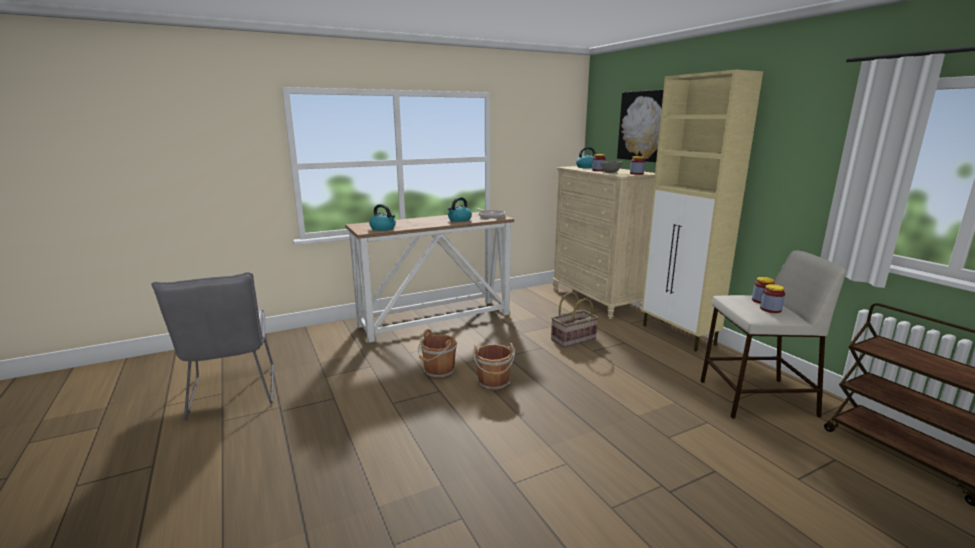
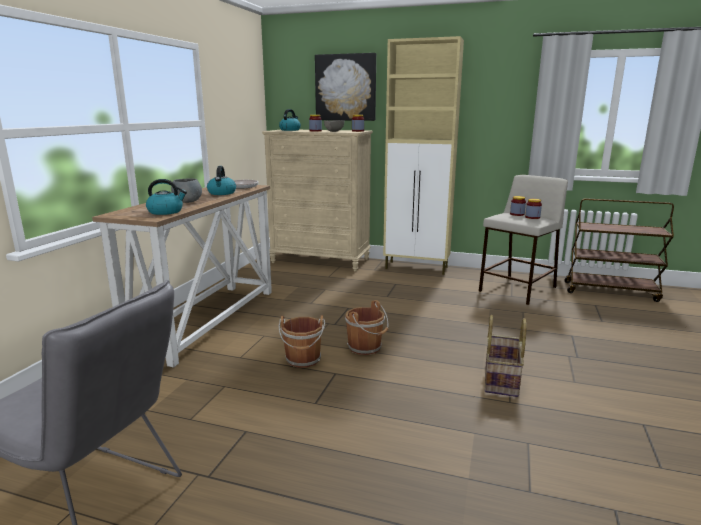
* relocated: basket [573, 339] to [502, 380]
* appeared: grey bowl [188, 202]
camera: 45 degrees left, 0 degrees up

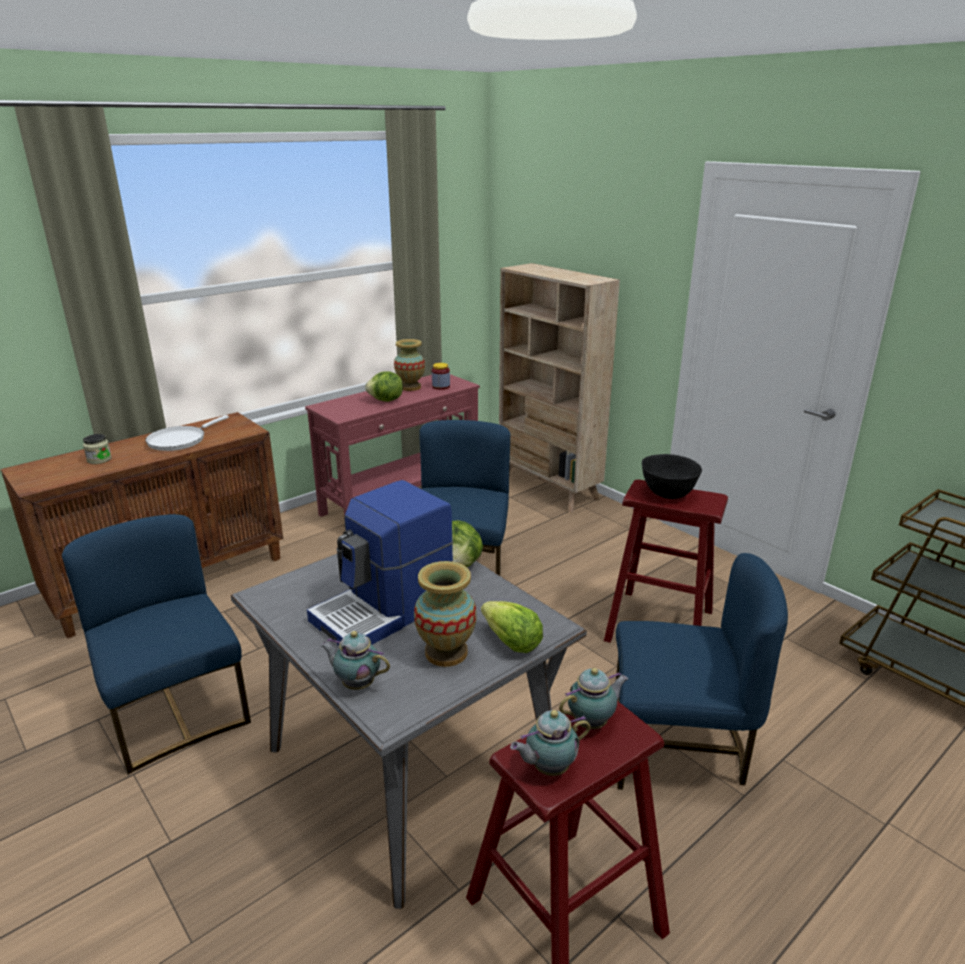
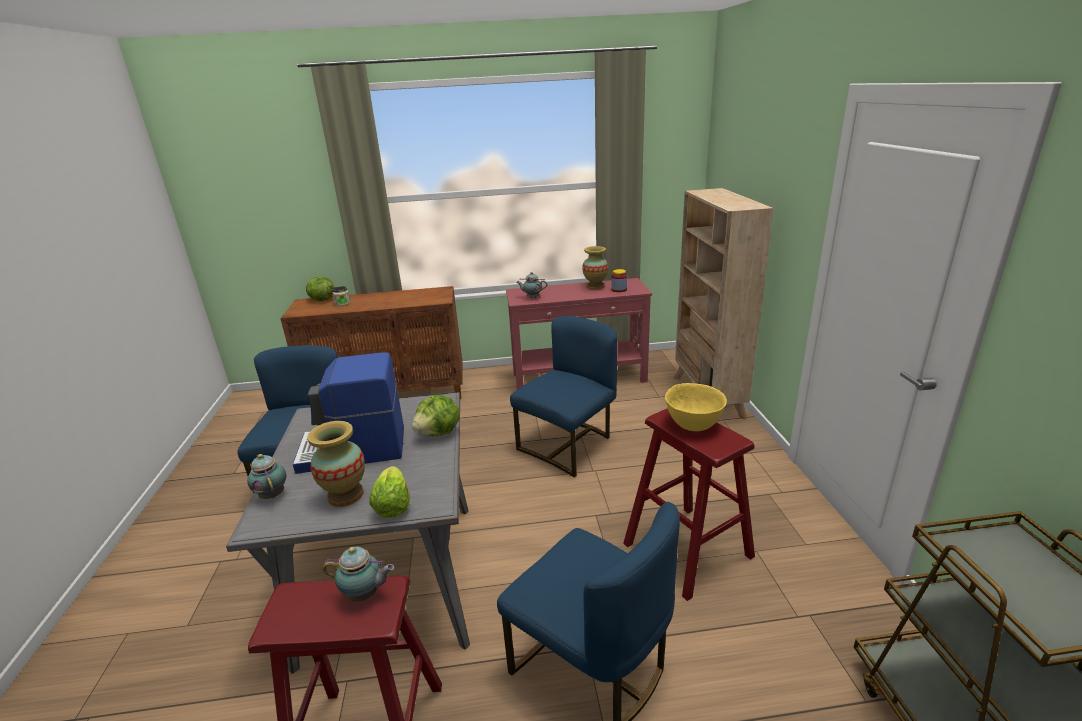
* missing: white frying pan [180, 440]
* relocated: lettuce [386, 400] to [321, 300]
* relocated: teapot [548, 768] to [532, 297]
* colour: black bowl [667, 493] to yellow bowl [693, 424]
camera: 35 degrees right, 0 degrees up

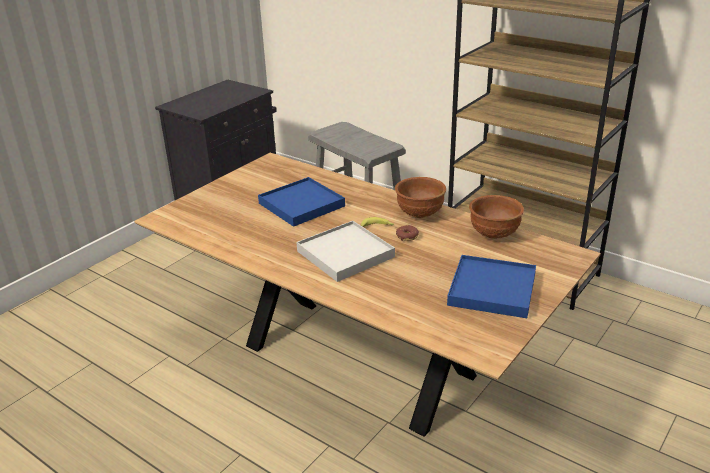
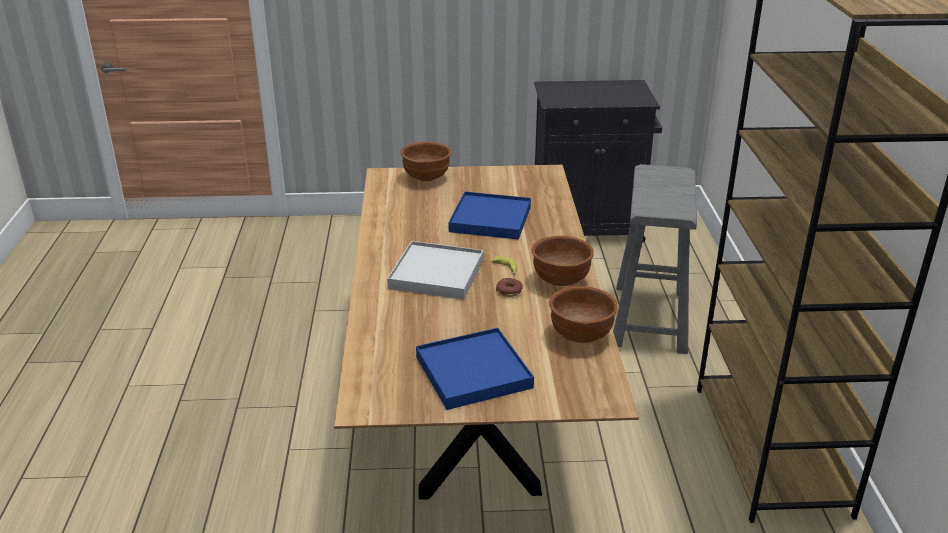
* appeared: brown bowl [427, 178]
camera: 50 degrees right, 0 degrees up

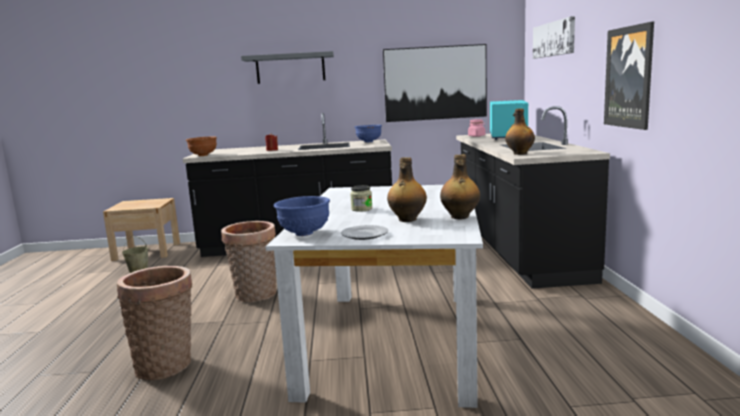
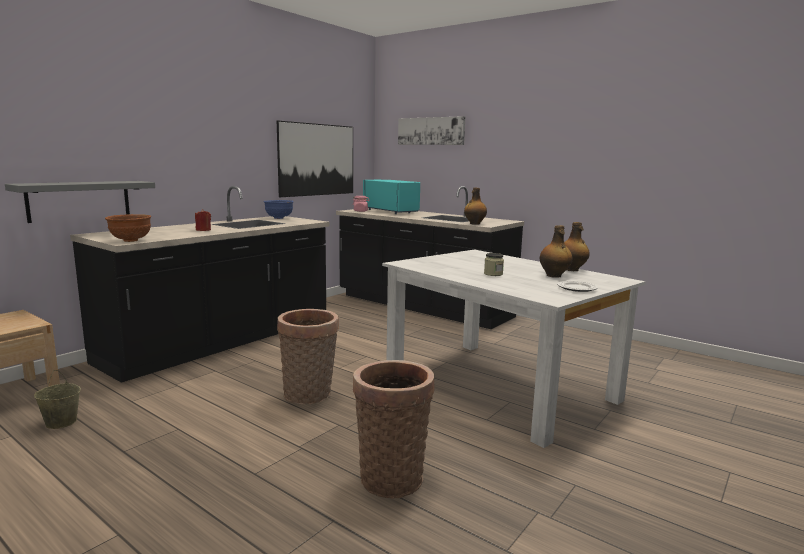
* relocated: grey shelf [290, 68] to [79, 200]
* missing: blue bowl [304, 233]
* missing: picture [629, 77]
camera: 50 degrees left, 0 degrees up

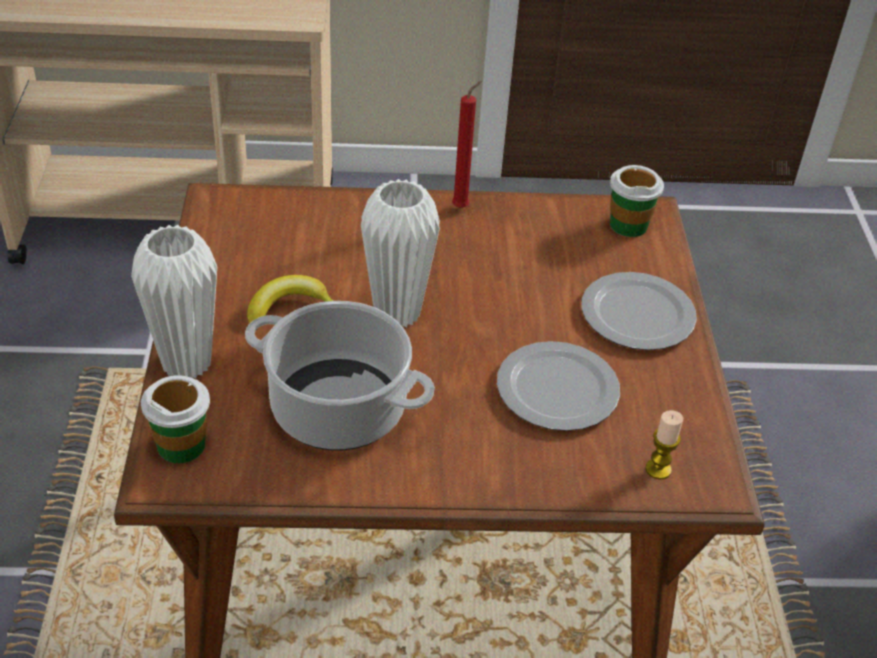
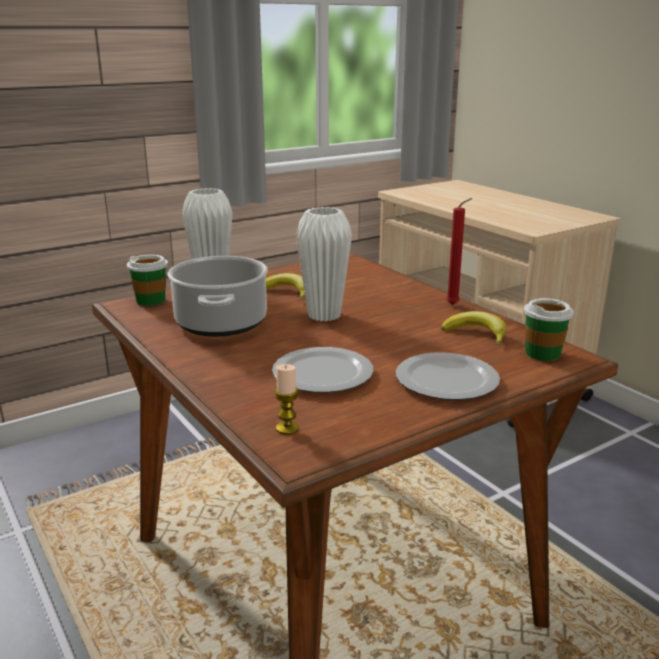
* appeared: banana [476, 334]
camera: 60 degrees right, 20 degrees down

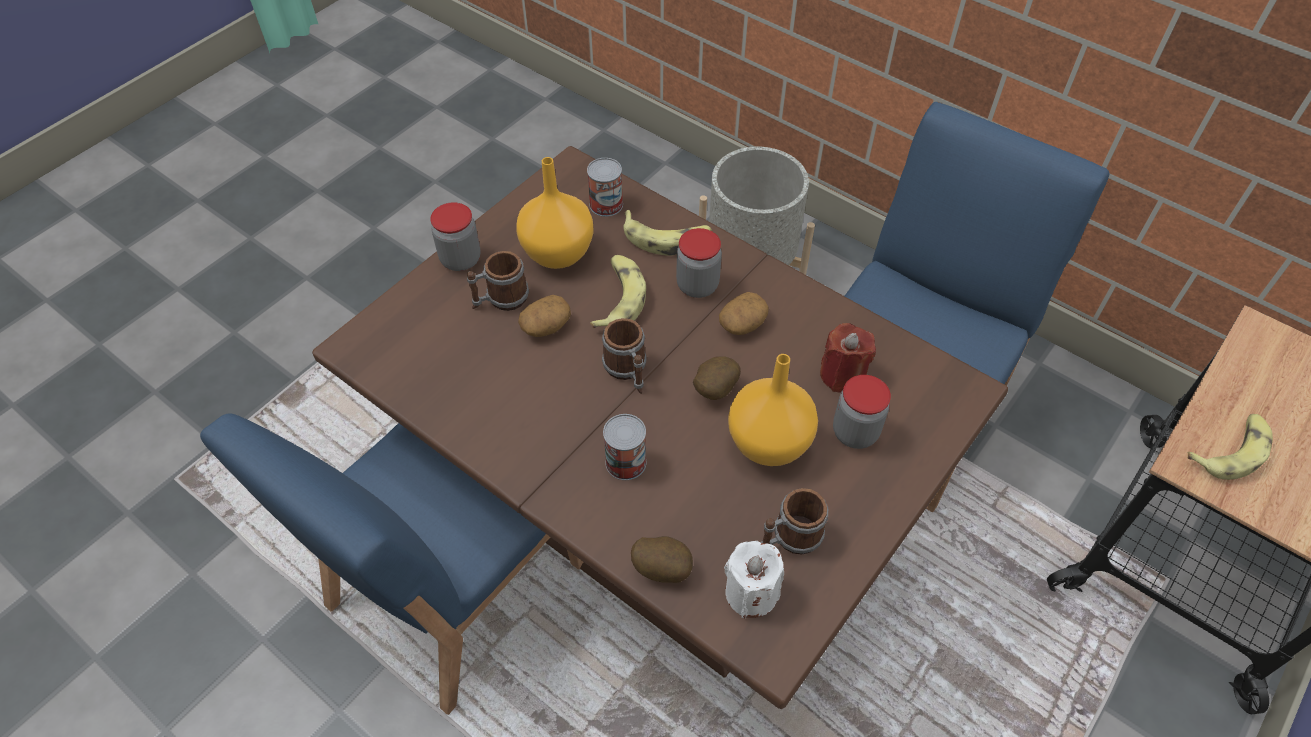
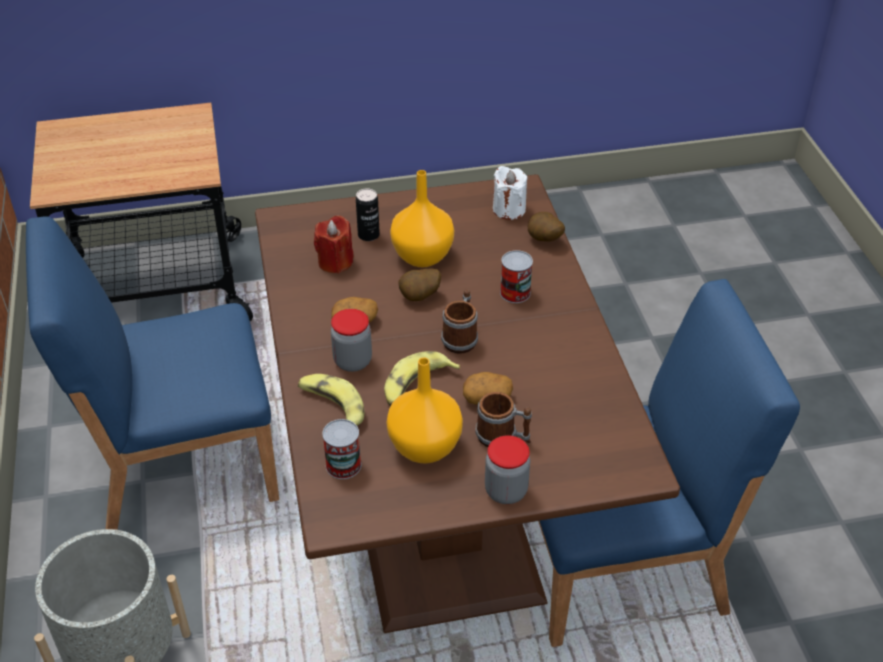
* missing: mug [789, 539]
* exchanged: jar [855, 432] to can [368, 235]
* missing: banana [1230, 451]
camera: 140 degrees left, 10 degrees down

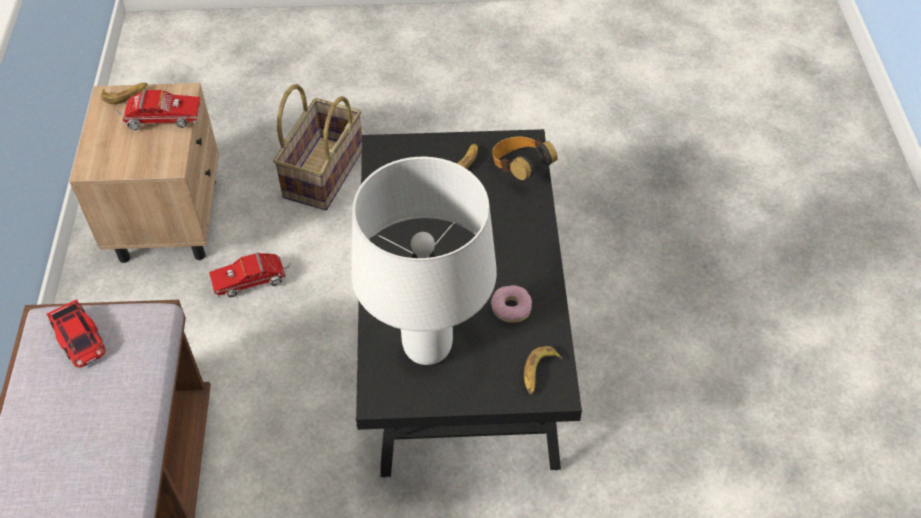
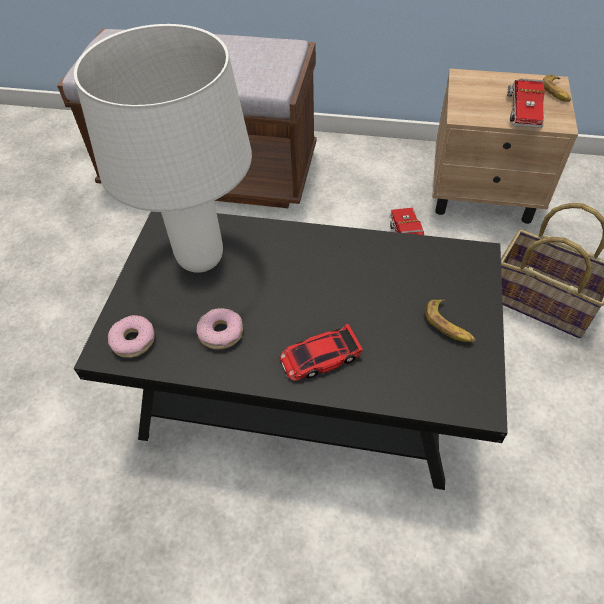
* relocated: toy car [79, 338] to [320, 357]
* missing: headphones [520, 168]
* exchanged: banana [539, 373] to donut [133, 340]
camera: 105 degrees right, 0 degrees up

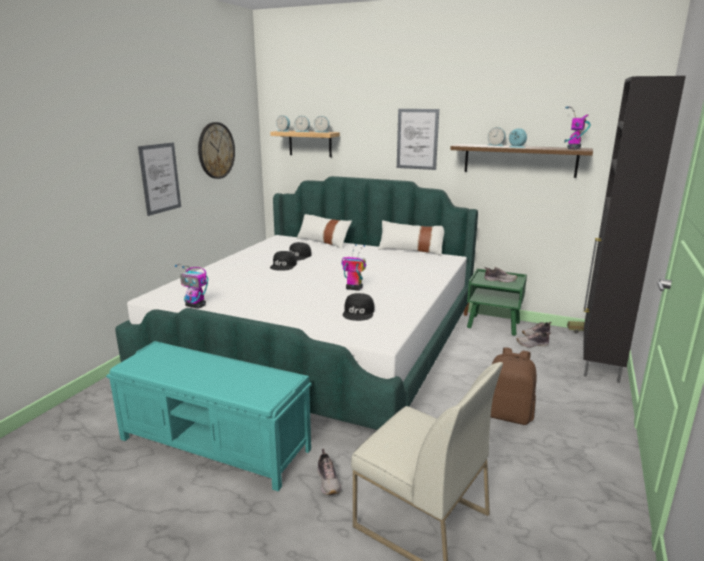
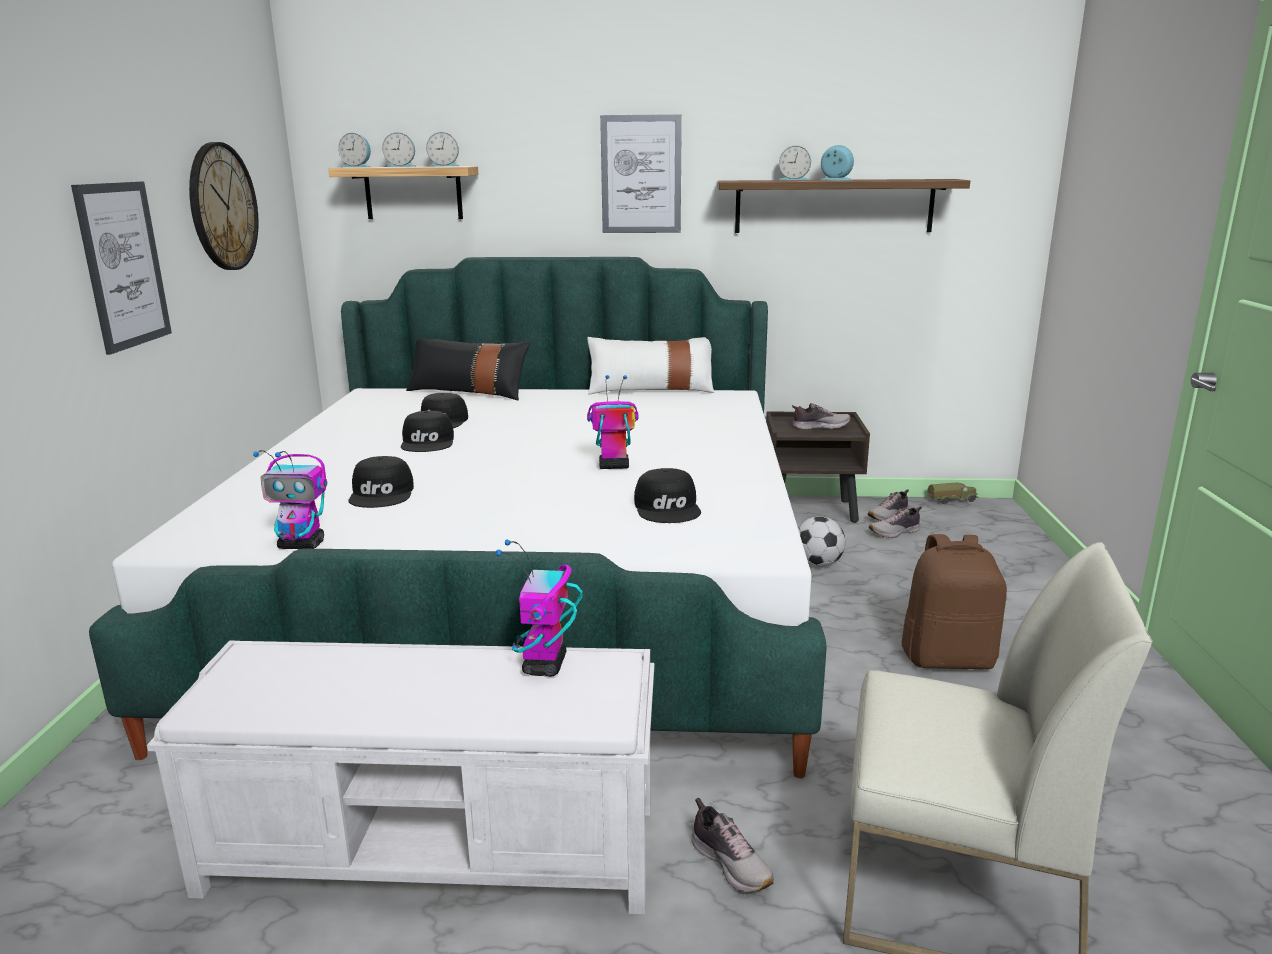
* colour: turquoise bench [215, 444] to white bench [437, 849]
* colour: white pillow [323, 242] to black pillow [468, 392]
* colour: green nightstand [494, 325] to brown nightstand [811, 510]
* relocated: toy robot [573, 148] to [544, 666]
* missing: black cabinet [600, 362]
* appeared: black cap [383, 494]
* appeared: football [818, 564]
camera: 20 degrees left, 0 degrees up

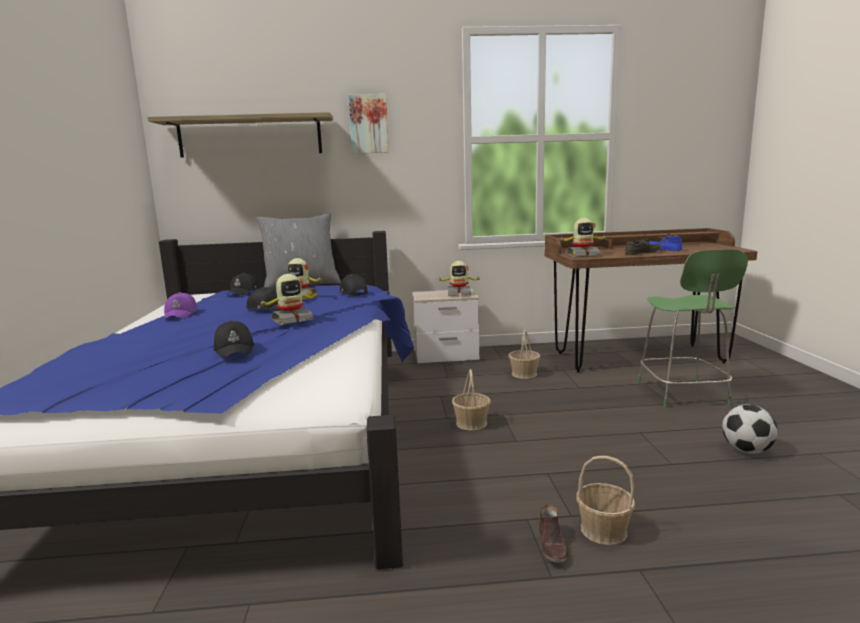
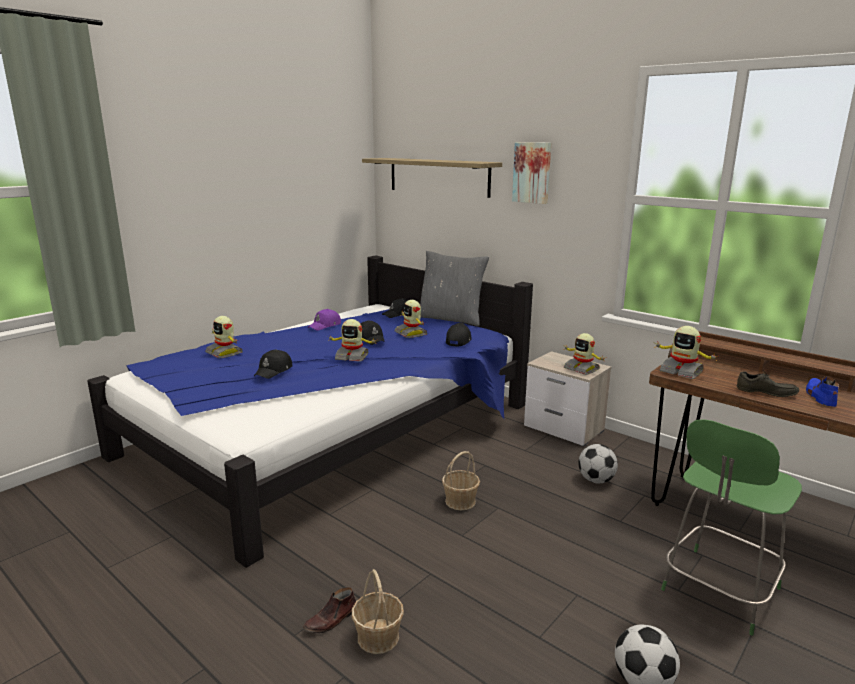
* exchanged: basket [524, 374] to football [595, 480]
* appeared: toy robot [225, 353]
camera: 45 degrees right, 5 degrees up

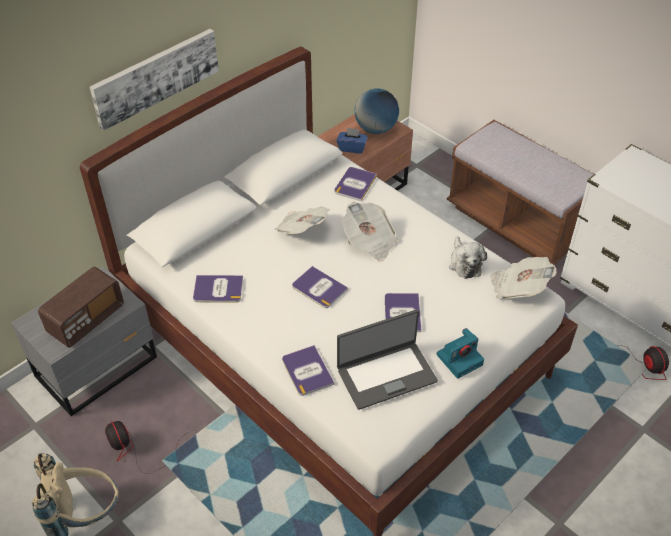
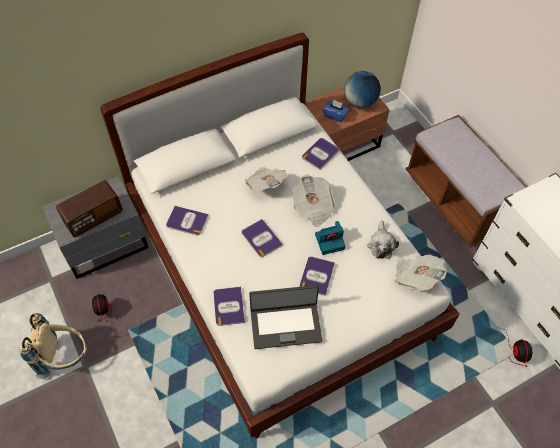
* missing: picture [155, 77]
* relocated: photo camera [460, 359] to [330, 241]
camera: 15 degrees right, 10 degrees up

